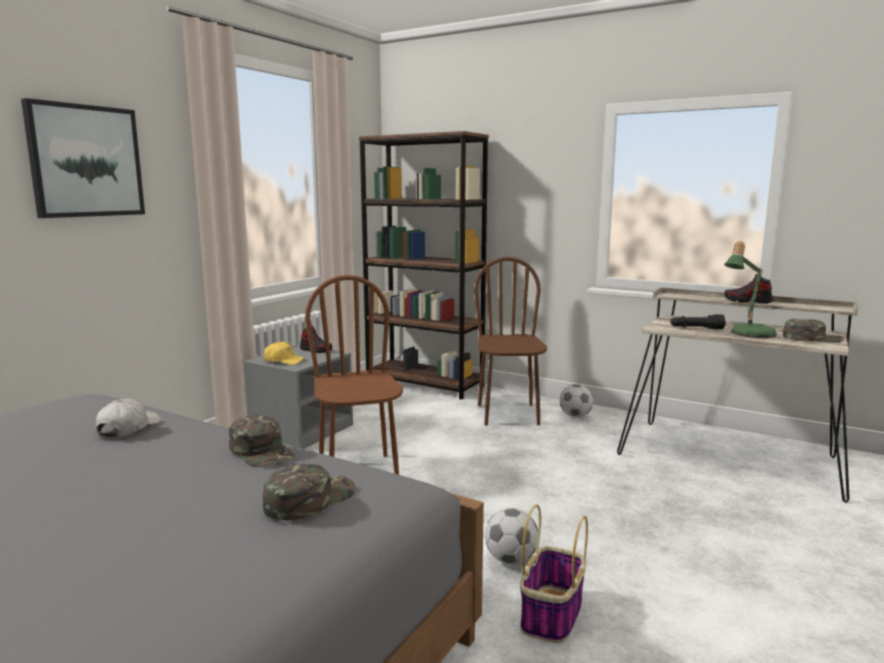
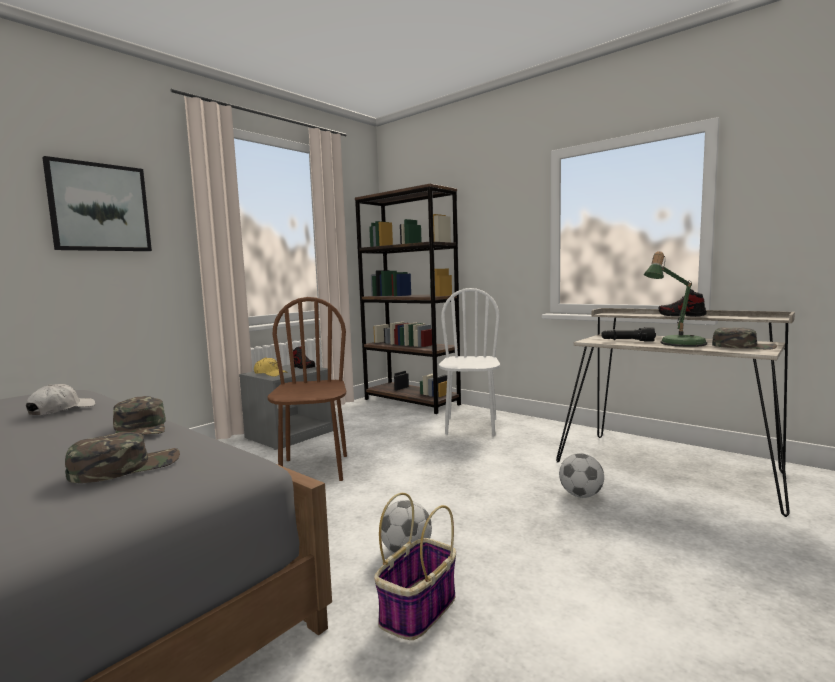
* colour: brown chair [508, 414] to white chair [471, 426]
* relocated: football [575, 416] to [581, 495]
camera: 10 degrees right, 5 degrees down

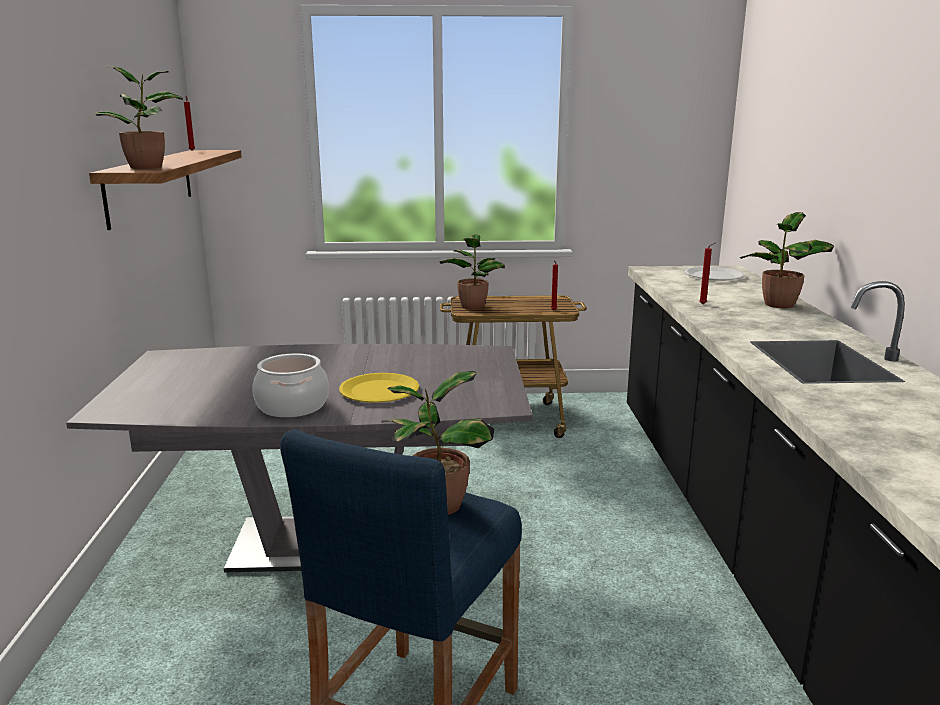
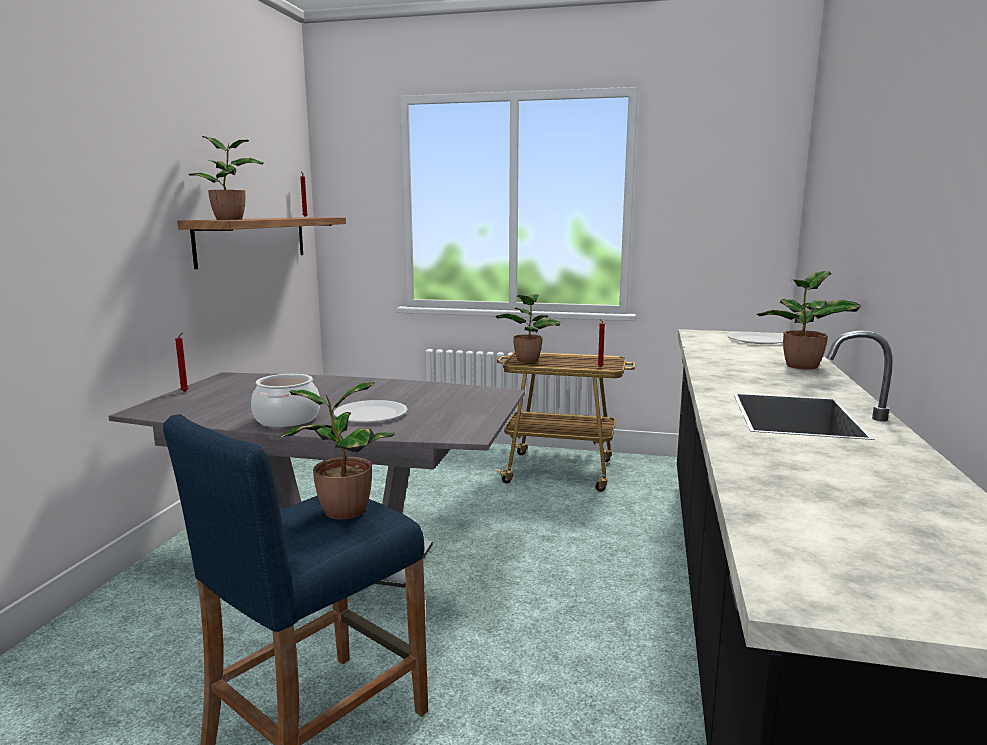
* colour: yellow plate [379, 390] to white plate [371, 414]
* relocated: red candle [704, 304] to [185, 392]
camera: 15 degrees right, 5 degrees down

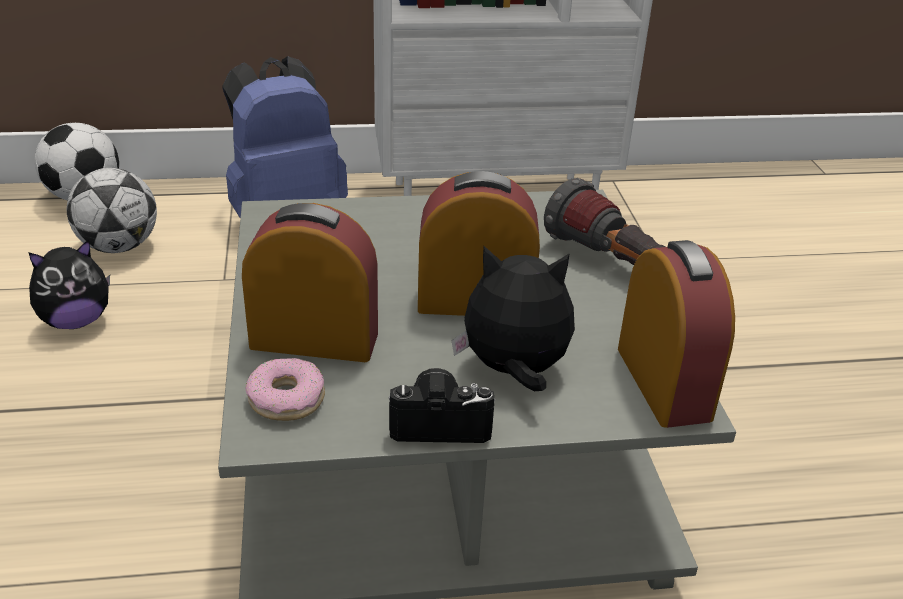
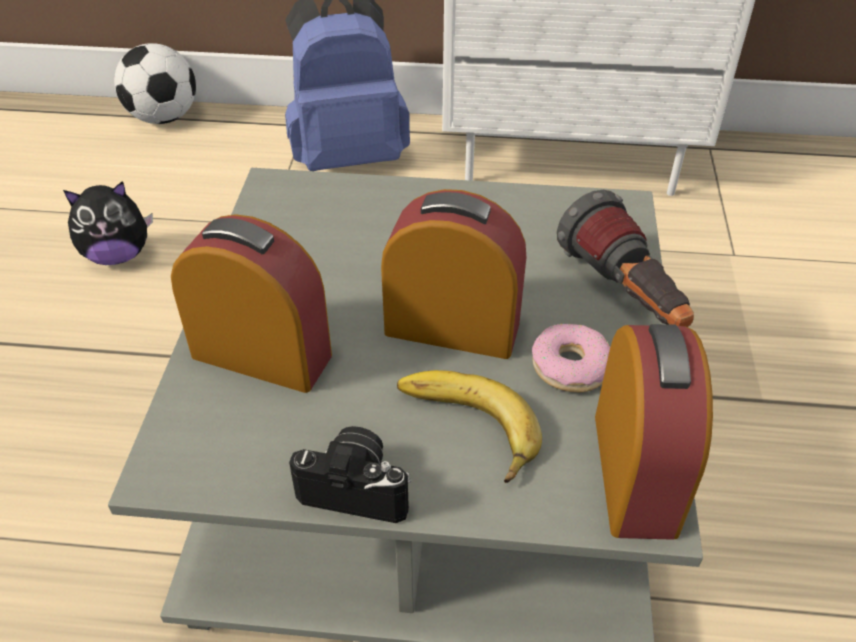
* missing: football [119, 246]
* relocated: donut [287, 399] to [570, 366]
* exchanged: plush toy [514, 371] to banana [463, 430]
camera: 15 degrees right, 10 degrees up

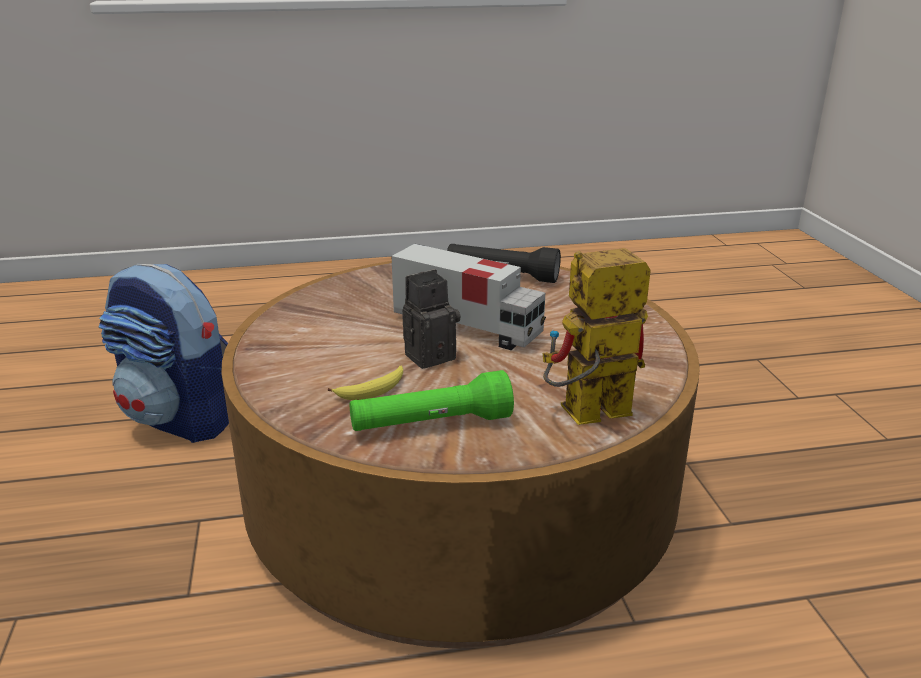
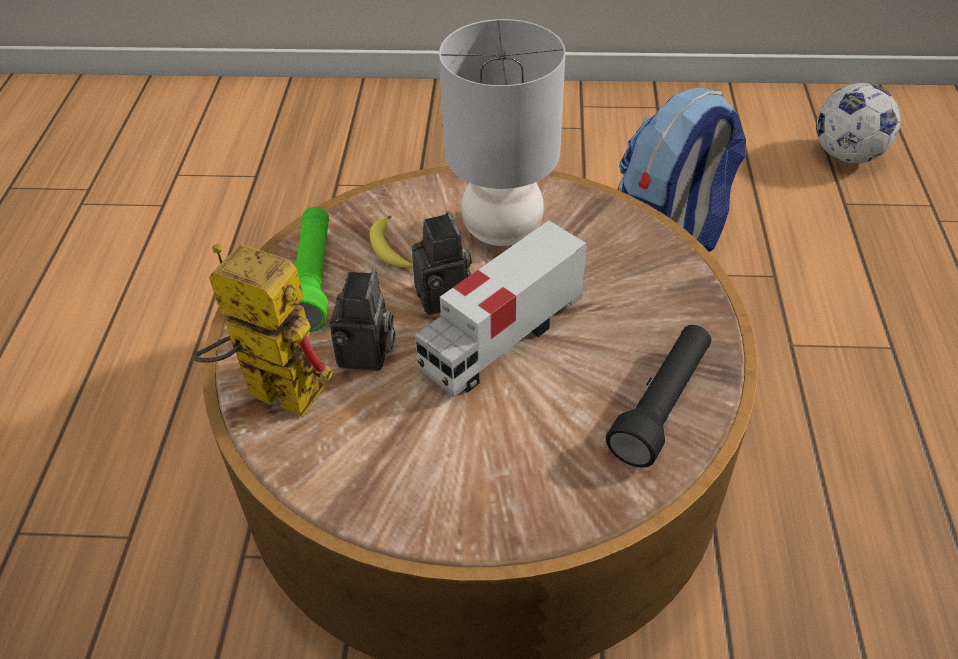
* spun: toy robot [585, 417] = [269, 391] 60 degrees counterclockwise
* appeared: photo camera [367, 355]
* appeared: grey table lamp [501, 230]
* appeared: football [847, 155]
camera: 105 degrees right, 20 degrees up

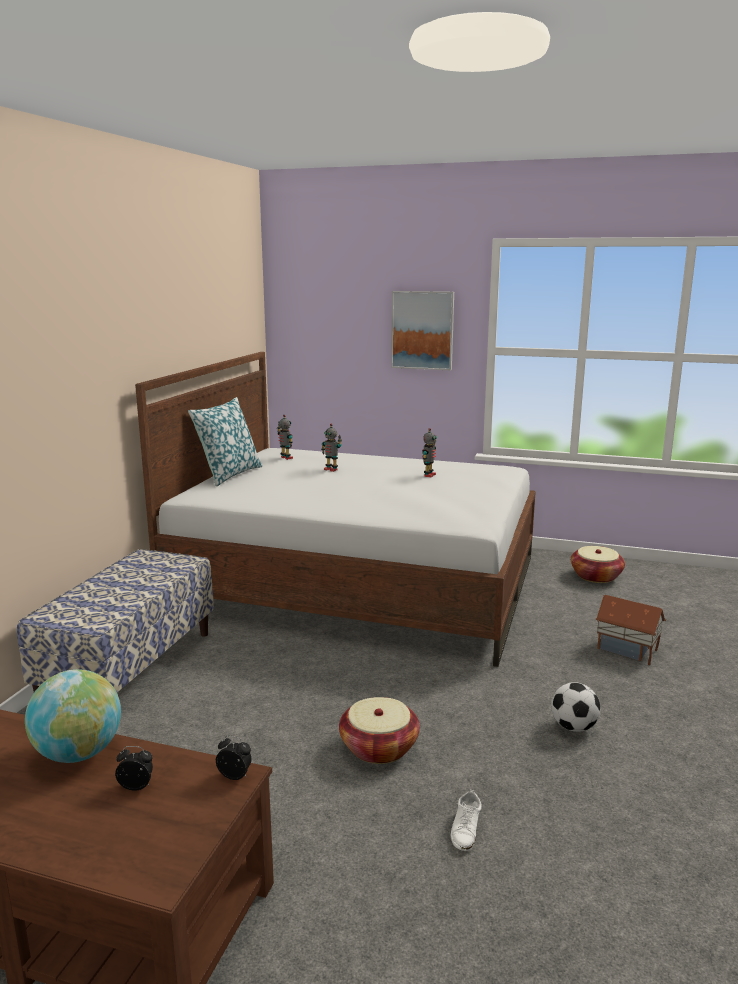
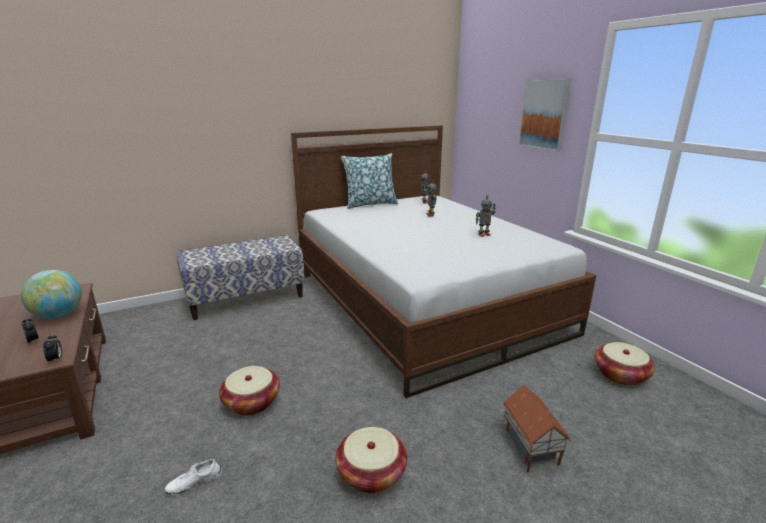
* exchanged: football [573, 727] to basket [371, 473]
camera: 45 degrees right, 5 degrees up

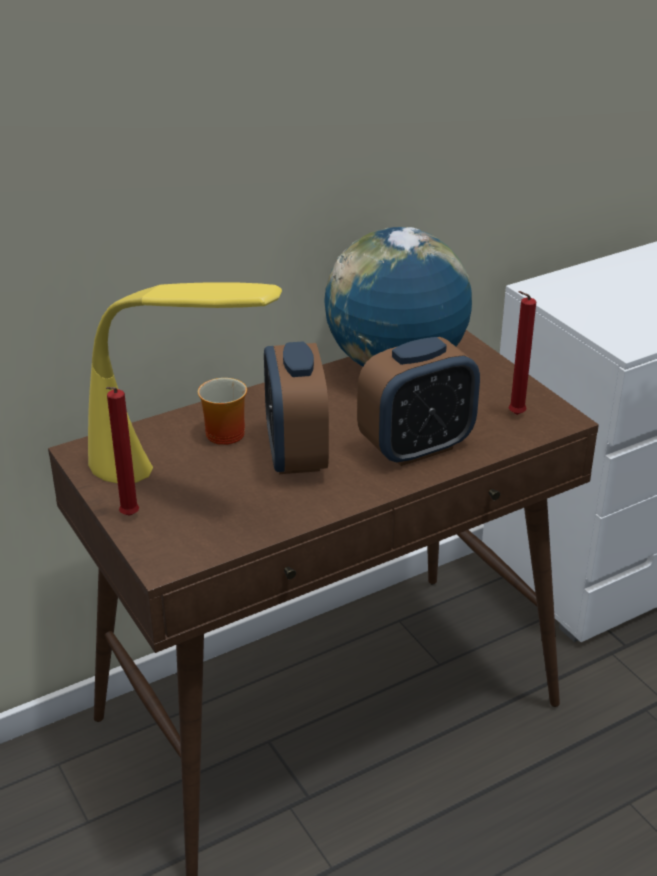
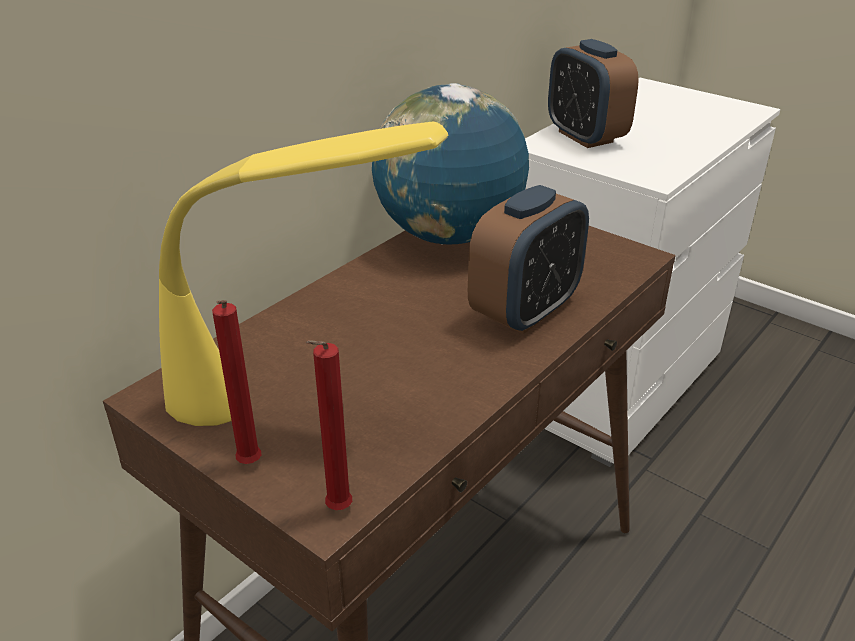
* missing: mug [222, 431]
* relocated: alarm clock [296, 454] to [585, 137]
* relocated: red candle [514, 415] to [336, 511]
camera: 20 degrees left, 0 degrees up

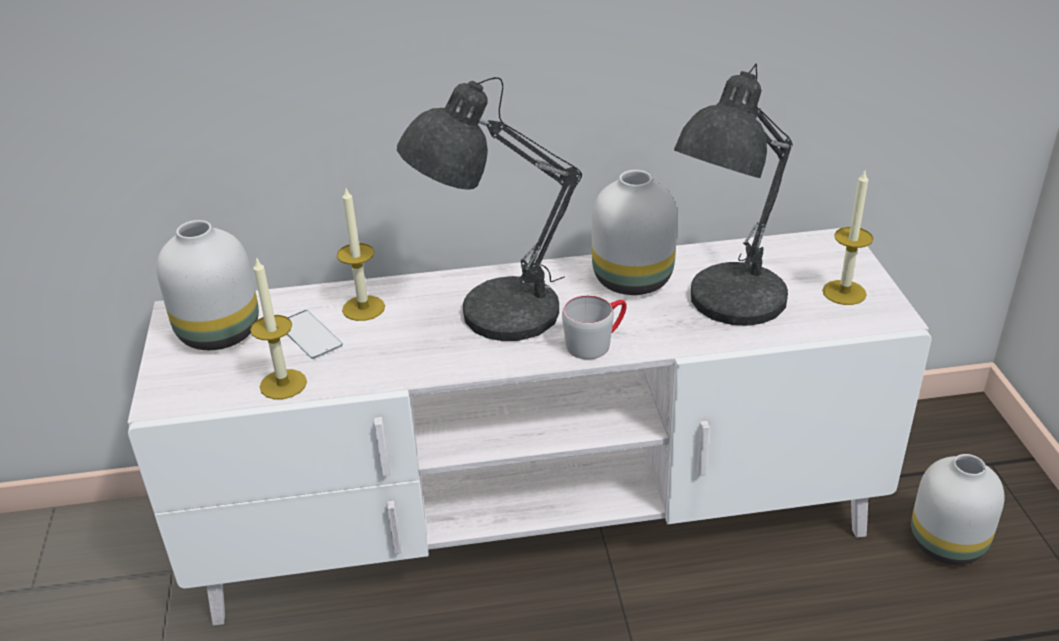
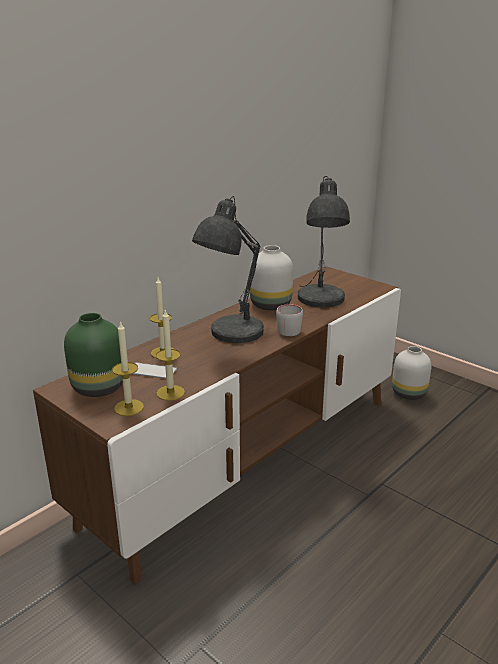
* colour: white tv stand [536, 520] to brown tv stand [248, 457]
* colour: white vase [218, 334] to green vase [99, 388]
* relocated: candle [844, 292] to [129, 407]
camera: 40 degrees left, 10 degrees down

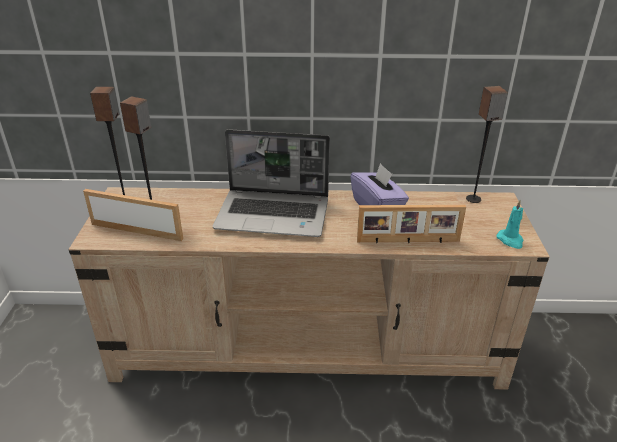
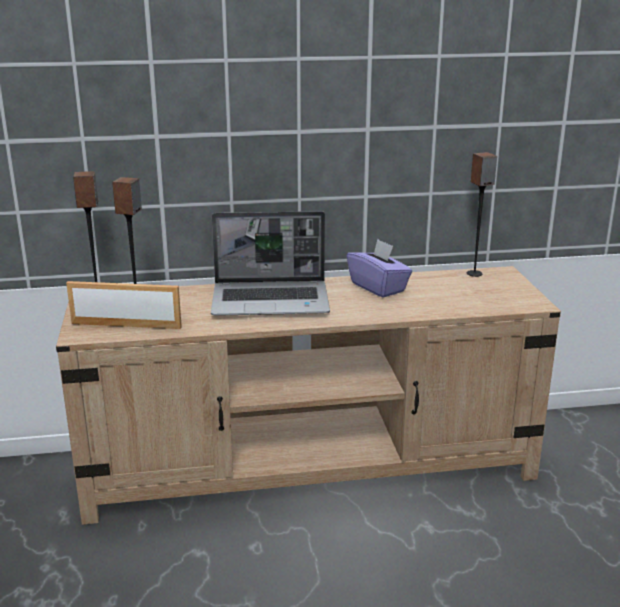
* missing: picture frame [408, 241]
* missing: turquoise candle [510, 240]
camera: 10 degrees left, 10 degrees down

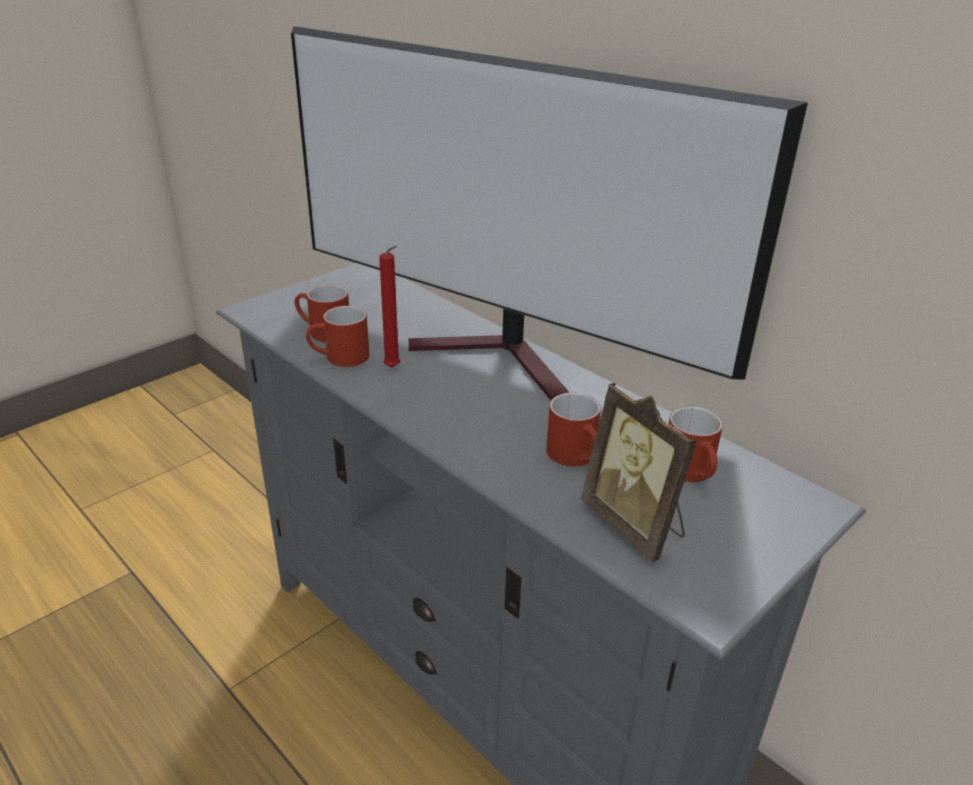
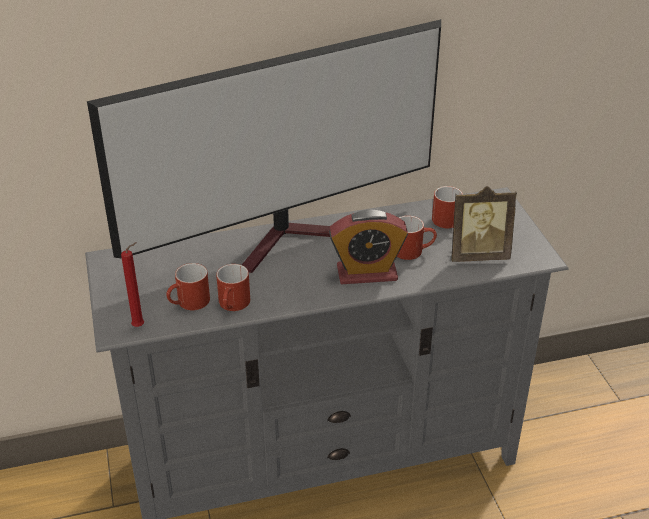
* relocated: red candle [394, 368] to [140, 326]
* appeared: alarm clock [367, 273]
camera: 60 degrees left, 5 degrees up

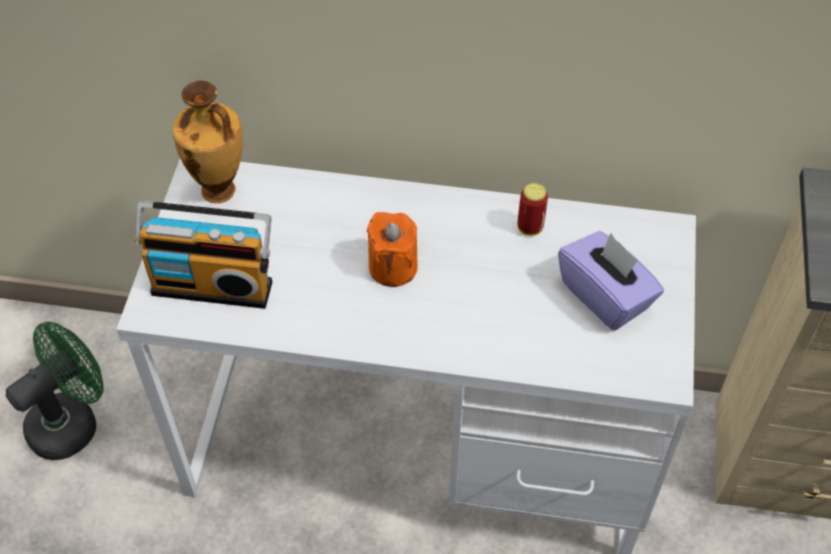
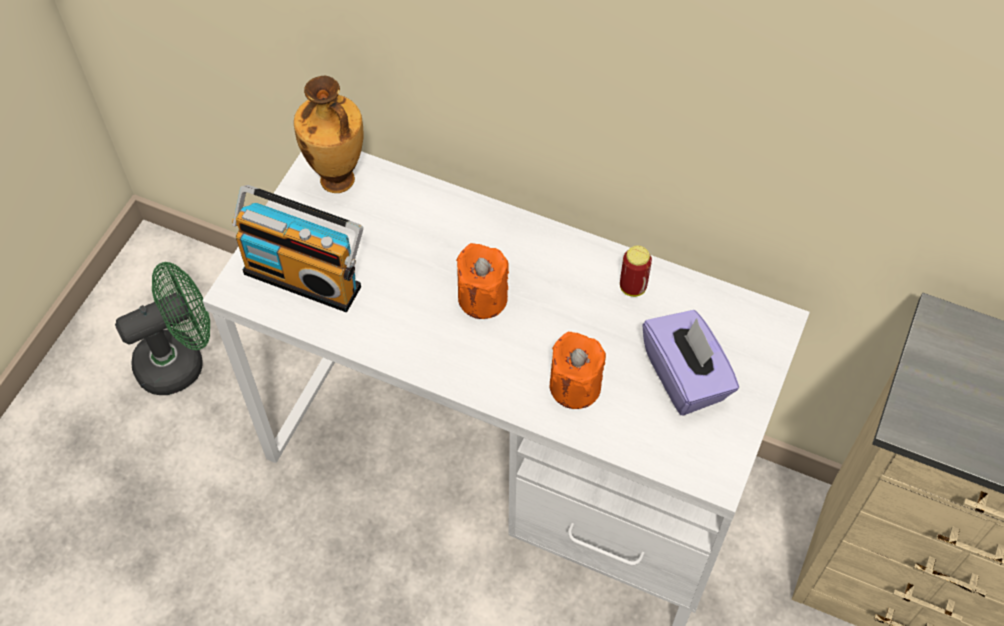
* appeared: orange candle [575, 386]
camera: 15 degrees right, 5 degrees up

